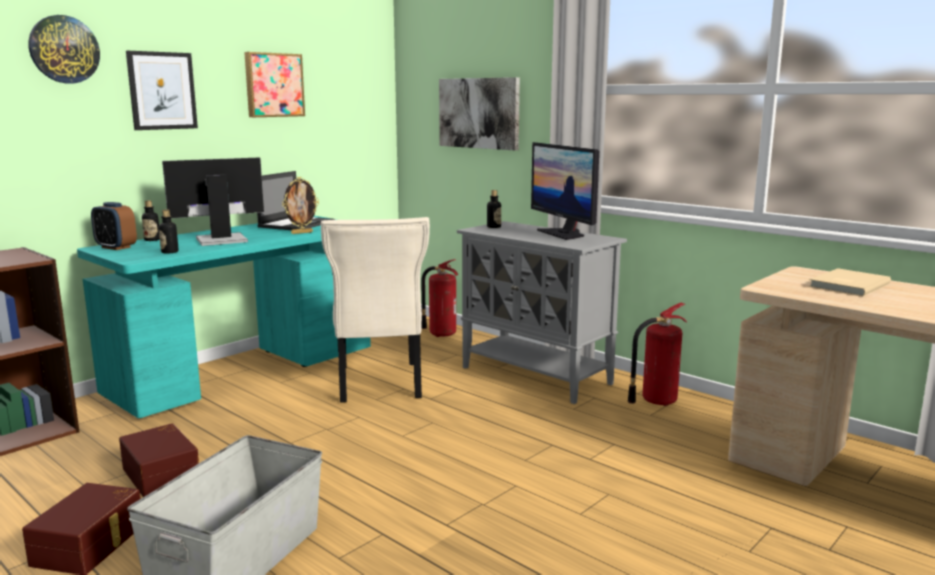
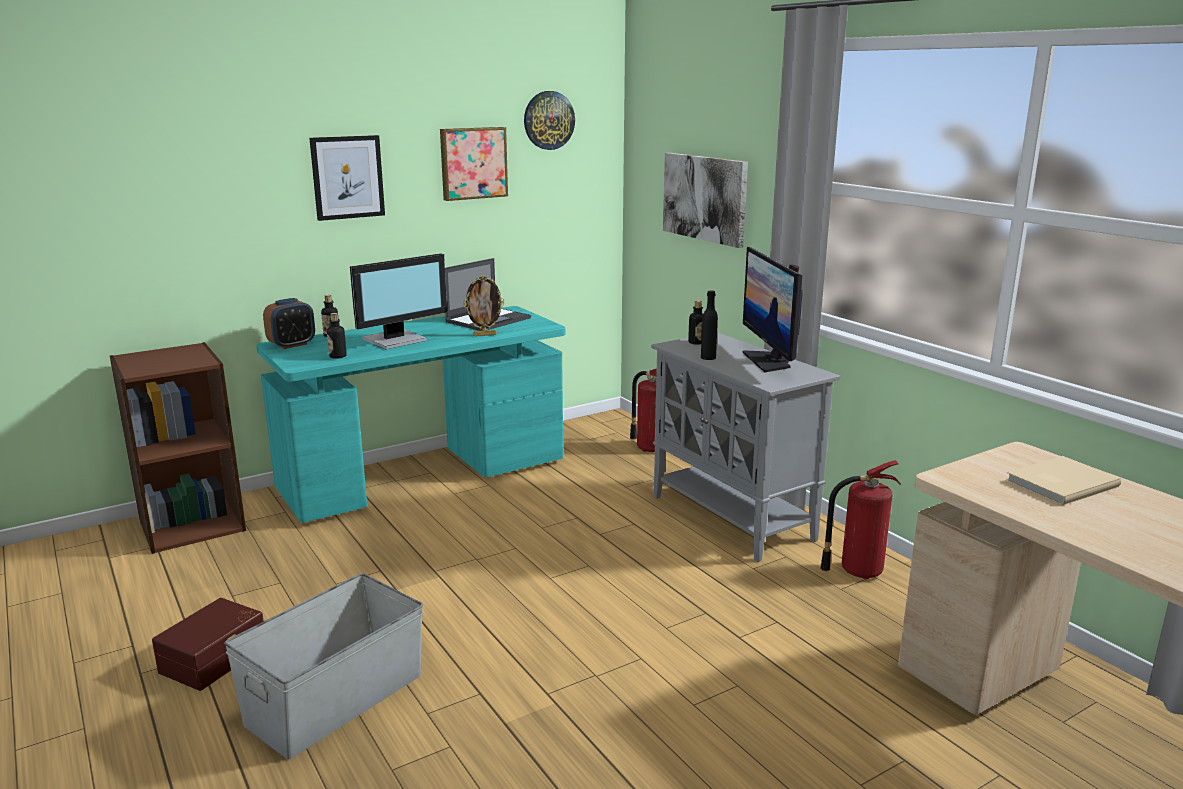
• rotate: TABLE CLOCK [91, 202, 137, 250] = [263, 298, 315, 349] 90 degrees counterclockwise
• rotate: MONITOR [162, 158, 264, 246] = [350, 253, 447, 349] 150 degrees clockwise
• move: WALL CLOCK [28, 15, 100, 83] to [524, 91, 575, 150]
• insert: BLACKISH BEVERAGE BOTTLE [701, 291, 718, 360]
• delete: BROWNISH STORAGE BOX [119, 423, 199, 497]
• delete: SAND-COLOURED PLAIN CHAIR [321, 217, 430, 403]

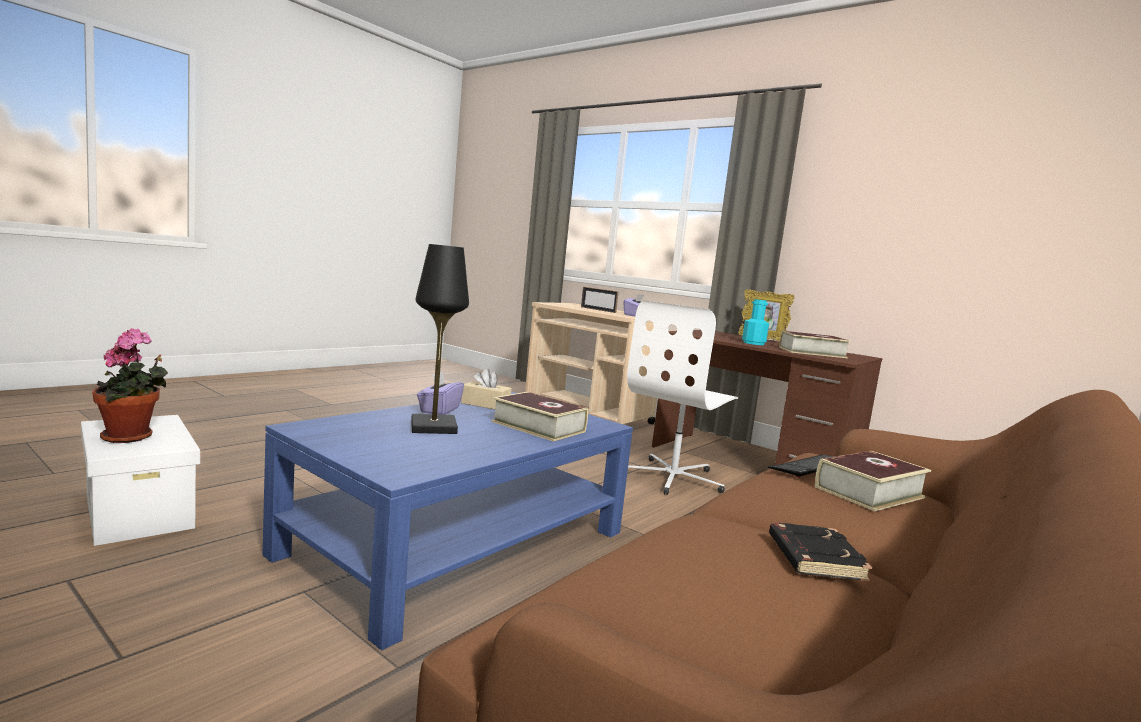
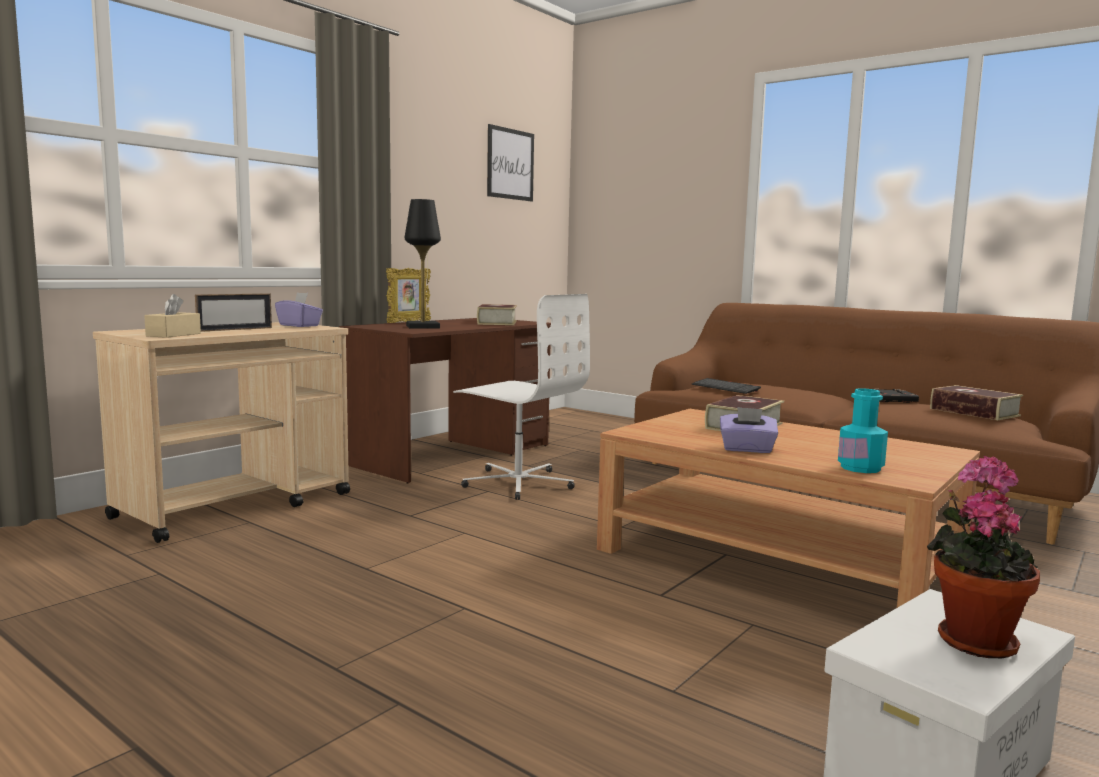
• move: SAND-COLOURED BOX OF TISSUES [461, 368, 512, 409] to [144, 294, 201, 338]
• move: BLACKISH TABLETOP LAMP [411, 244, 469, 434] to [405, 199, 441, 329]
• insert: WALL PICTURE [487, 124, 534, 201]
• recolor: BLUISH COFFEE TABLE [262, 392, 633, 650] to BROWNISH COFFEE TABLE [597, 409, 980, 608]
• move: TURQUOISE-COLOURED BEVERAGE BOTTLE [742, 299, 769, 345] to [838, 388, 888, 473]
• move: BOOK [815, 451, 931, 511] to [930, 385, 1023, 420]

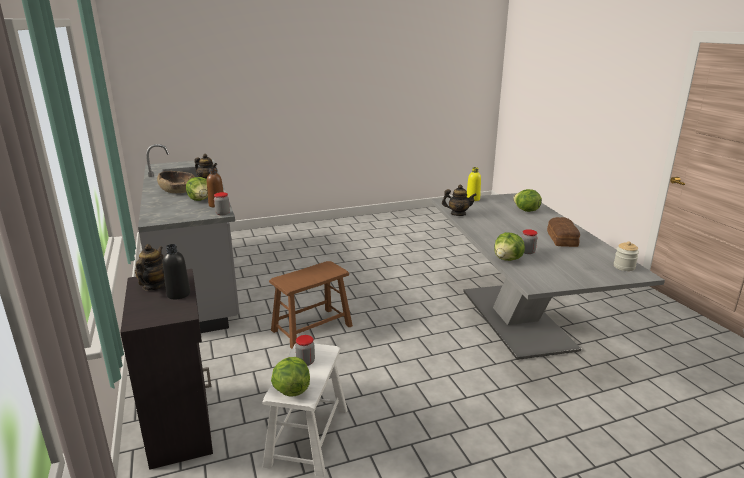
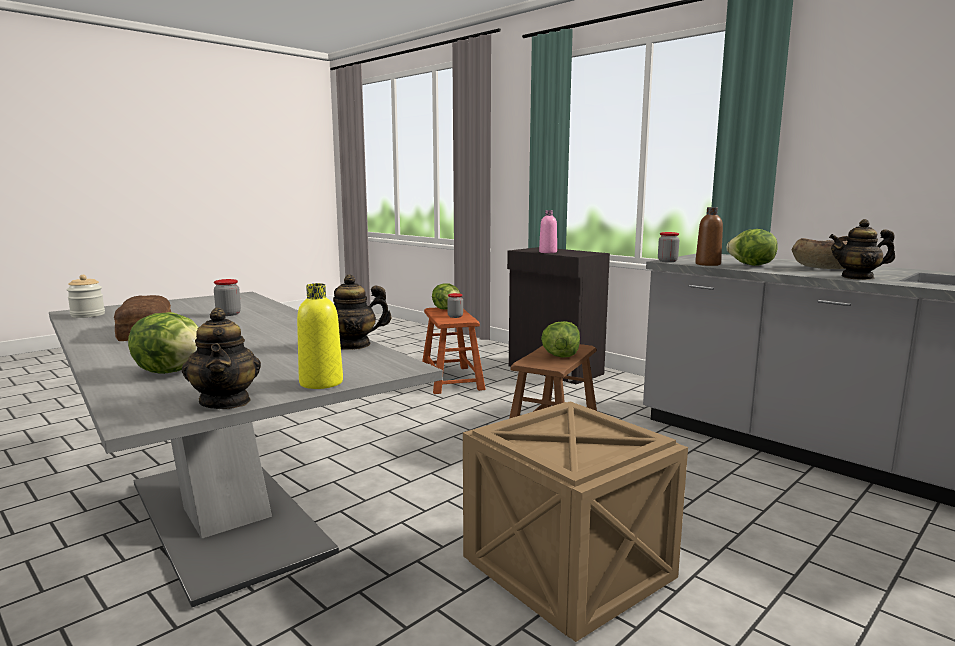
• move: TEA POT [135, 244, 165, 291] to [182, 308, 261, 409]
• recolor: WHITE-COLOURED STOOL SEAT [262, 344, 348, 477] to BROWNISH STOOL SEAT [422, 307, 486, 394]
• insert: CRATE [463, 401, 688, 642]
• recolor: BLACKISH BEVERAGE BOTTLE [163, 244, 190, 299] to PINK BEVERAGE BOTTLE [539, 210, 557, 253]
• move: LETTUCE [494, 232, 525, 261] to [541, 321, 580, 358]

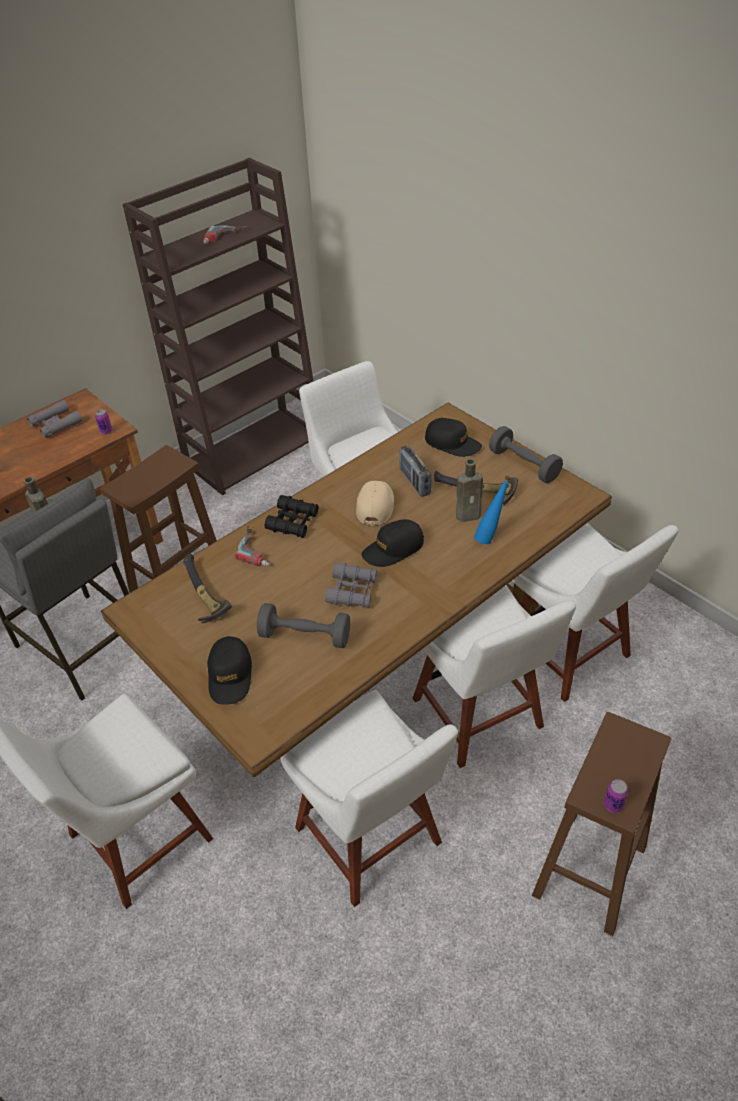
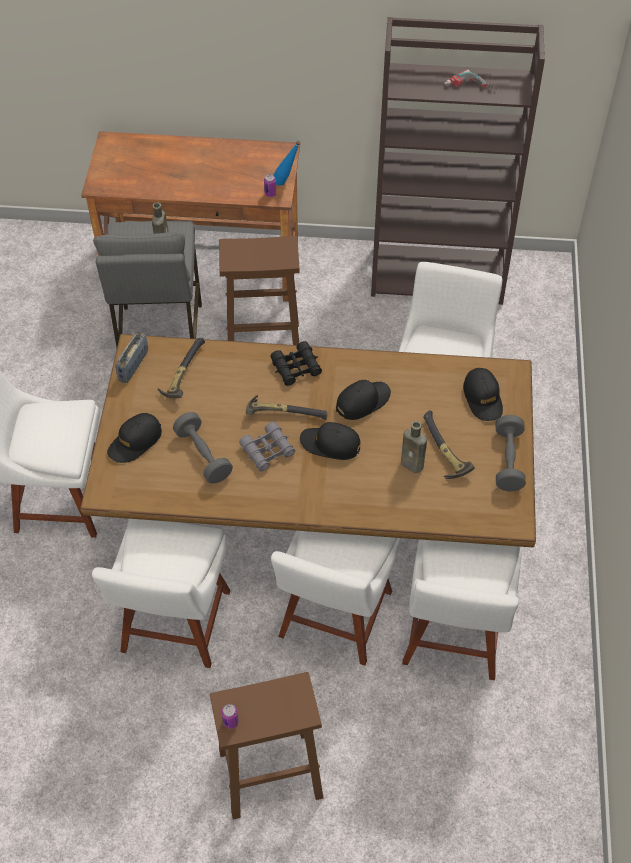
• move: RADIO RECEIVER [399, 445, 432, 497] to [115, 331, 148, 383]
• insert: HAMMER [246, 395, 327, 420]
• move: BLUISH BEVERAGE BOTTLE [474, 475, 511, 544] to [274, 141, 301, 186]
• recolor: SAND-COLOURED CAP [356, 481, 394, 526] to BLACKISH CAP [336, 380, 391, 420]
• delete: GRAY PAIR OF BINOCULARS [27, 400, 82, 438]
• delete: POWER DRILL [234, 526, 270, 567]

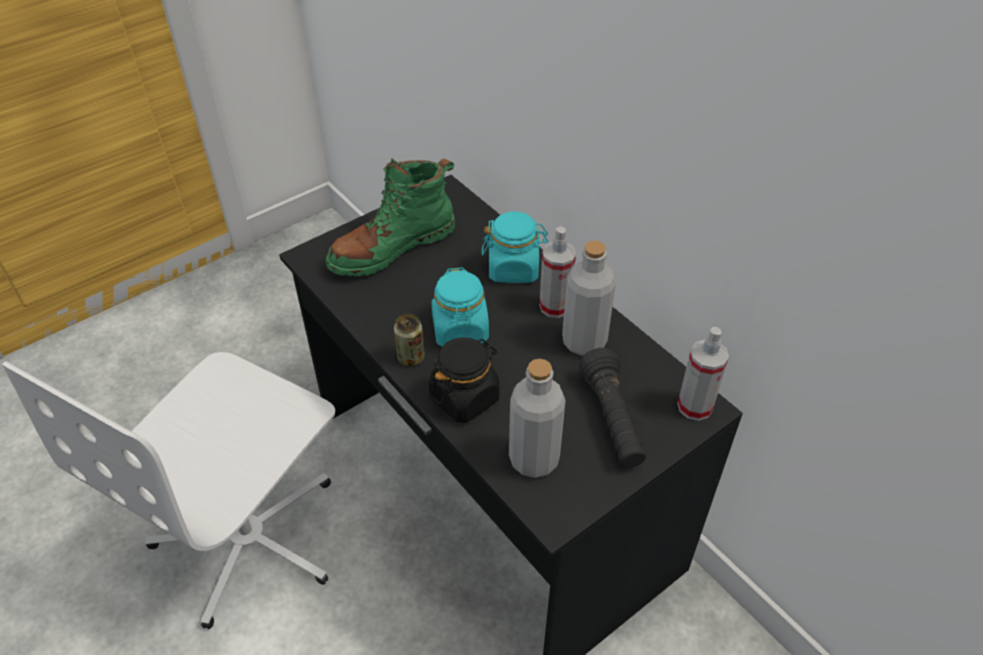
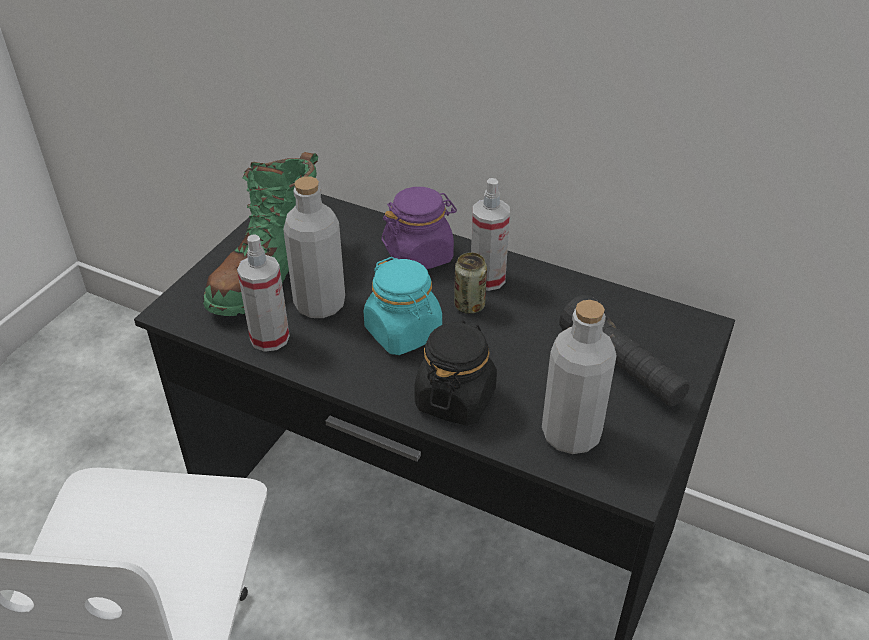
• move: SPRAYER [677, 327, 729, 421] to [237, 235, 290, 352]
• move: GRAY BEVERAGE BOTTLE [562, 241, 616, 356] to [283, 176, 345, 318]
• recolor: TURQUOISE-COLOURED JAR [482, 211, 548, 283] to PURPLISH JAR [381, 187, 457, 269]
• move: METAL CAN [394, 314, 425, 366] to [454, 252, 487, 314]

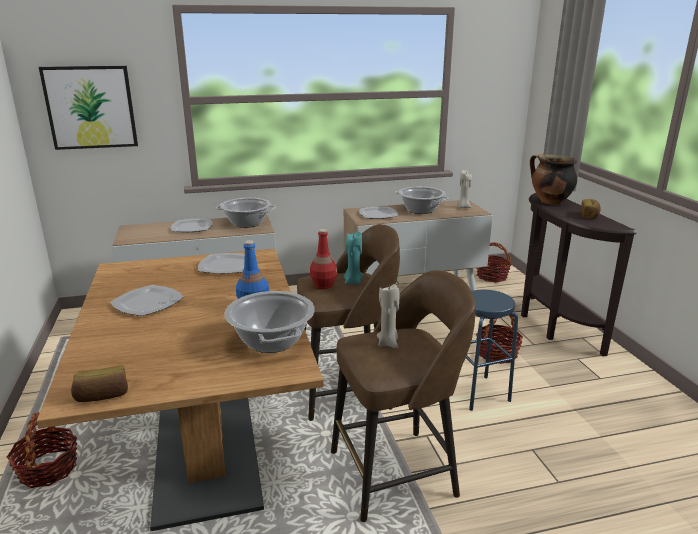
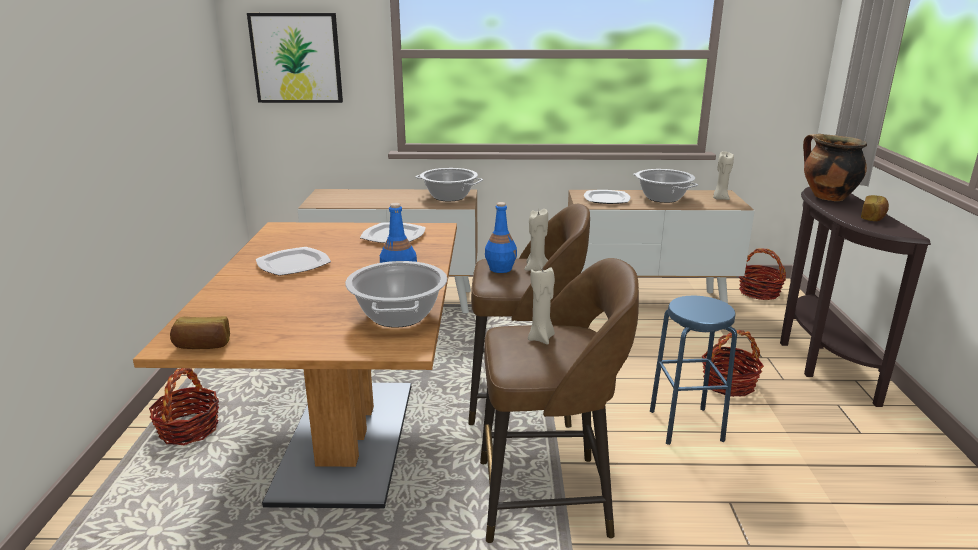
• recolor: REDDISH BEVERAGE BOTTLE [310, 229, 337, 289] to BLUISH BEVERAGE BOTTLE [485, 202, 517, 273]
• recolor: TURQUOISE-COLOURED WAX LIGHT [344, 231, 364, 285] to SAND-COLOURED WAX LIGHT [524, 209, 548, 271]
• delete: PLATE [171, 219, 213, 232]

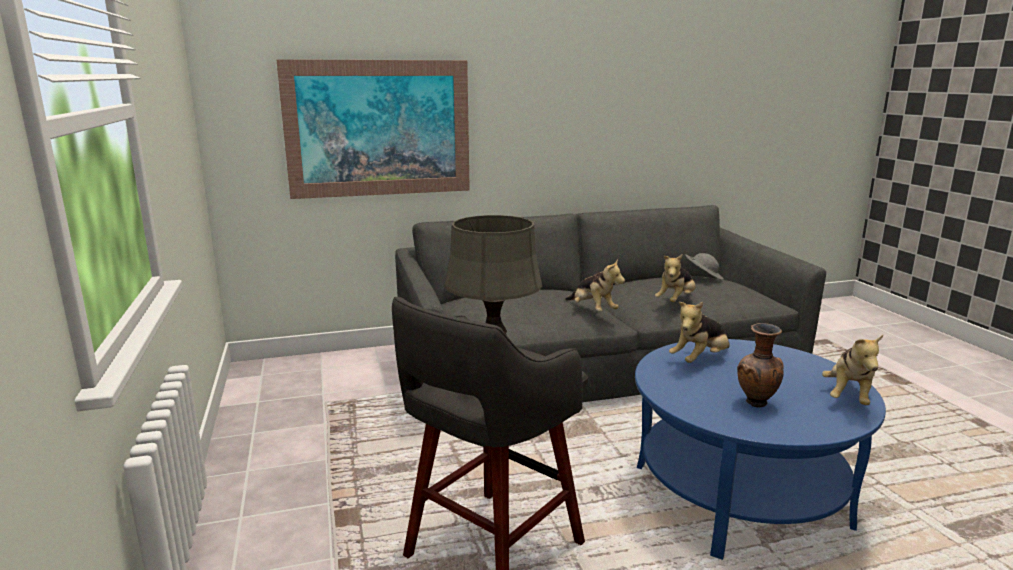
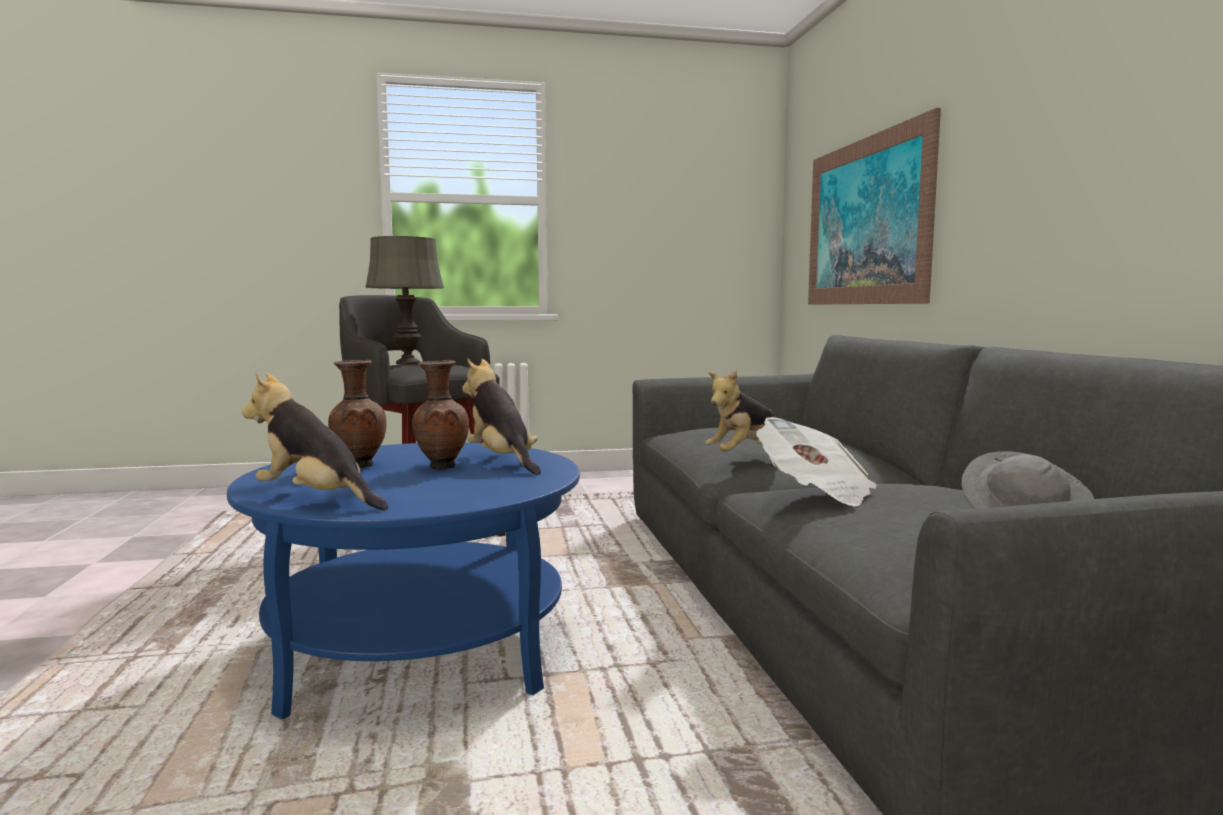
• insert: BROWNISH FLOWER VASE [412, 360, 469, 470]
• replace: CUDDLY TOY [655, 255, 696, 302] to NEWSPAPER [756, 417, 877, 507]

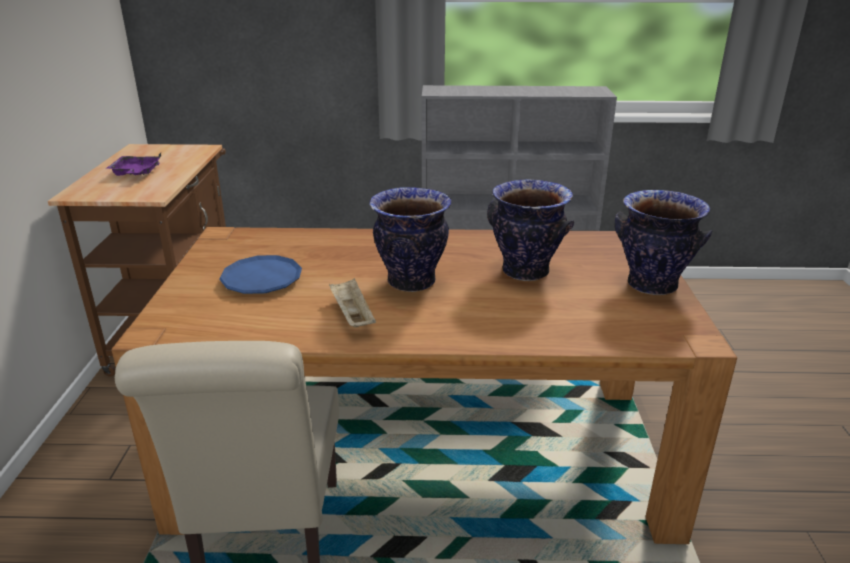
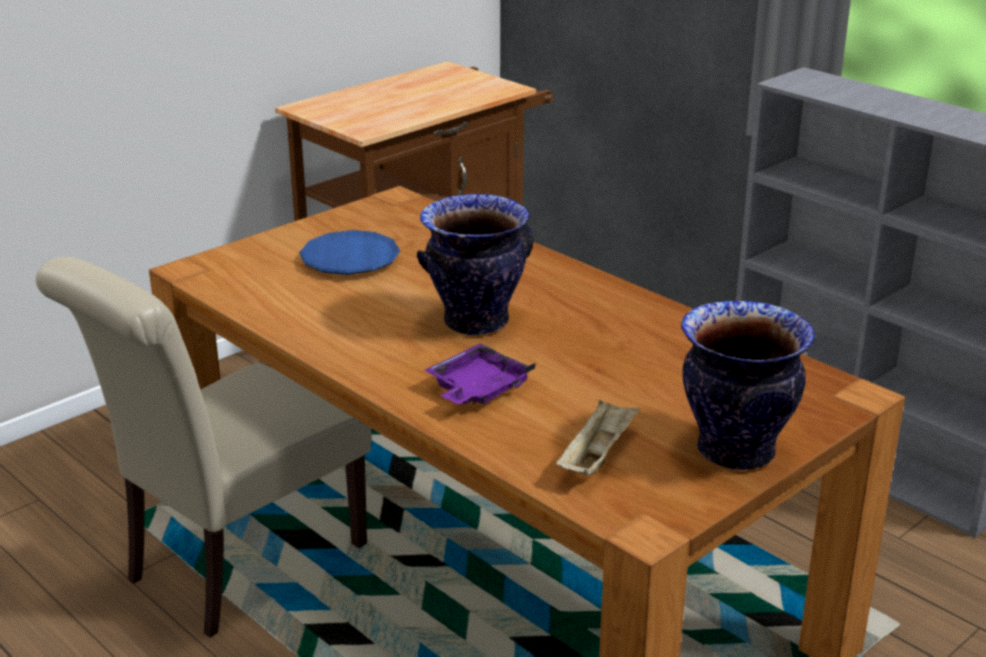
• move: PURPLISH CARRYING TRAY [106, 153, 161, 176] to [424, 343, 535, 404]
• move: SAND-COLOURED CARRYING TRAY [329, 278, 376, 327] to [556, 399, 641, 475]
• delete: FLOWER VASE [487, 179, 574, 281]

